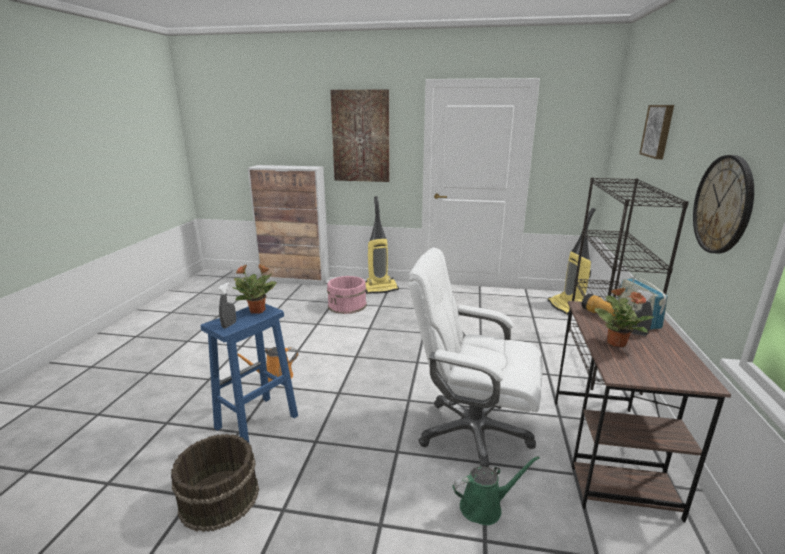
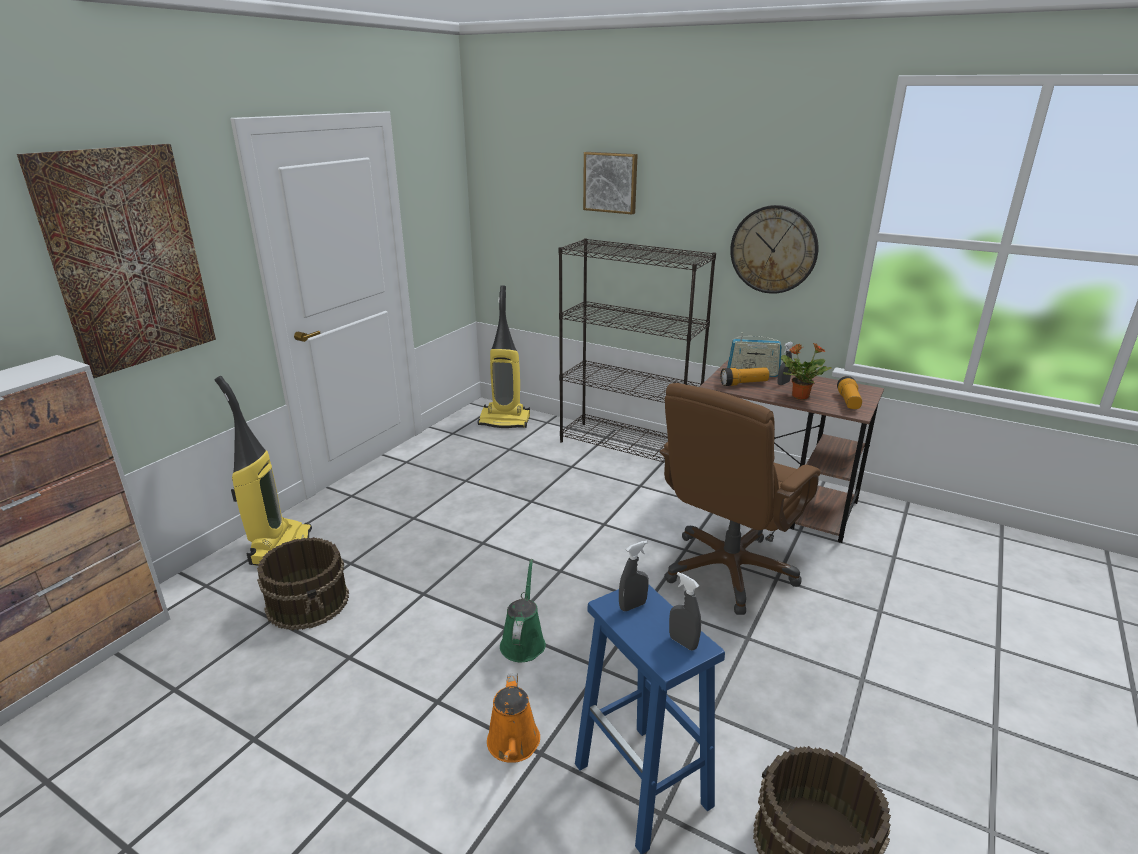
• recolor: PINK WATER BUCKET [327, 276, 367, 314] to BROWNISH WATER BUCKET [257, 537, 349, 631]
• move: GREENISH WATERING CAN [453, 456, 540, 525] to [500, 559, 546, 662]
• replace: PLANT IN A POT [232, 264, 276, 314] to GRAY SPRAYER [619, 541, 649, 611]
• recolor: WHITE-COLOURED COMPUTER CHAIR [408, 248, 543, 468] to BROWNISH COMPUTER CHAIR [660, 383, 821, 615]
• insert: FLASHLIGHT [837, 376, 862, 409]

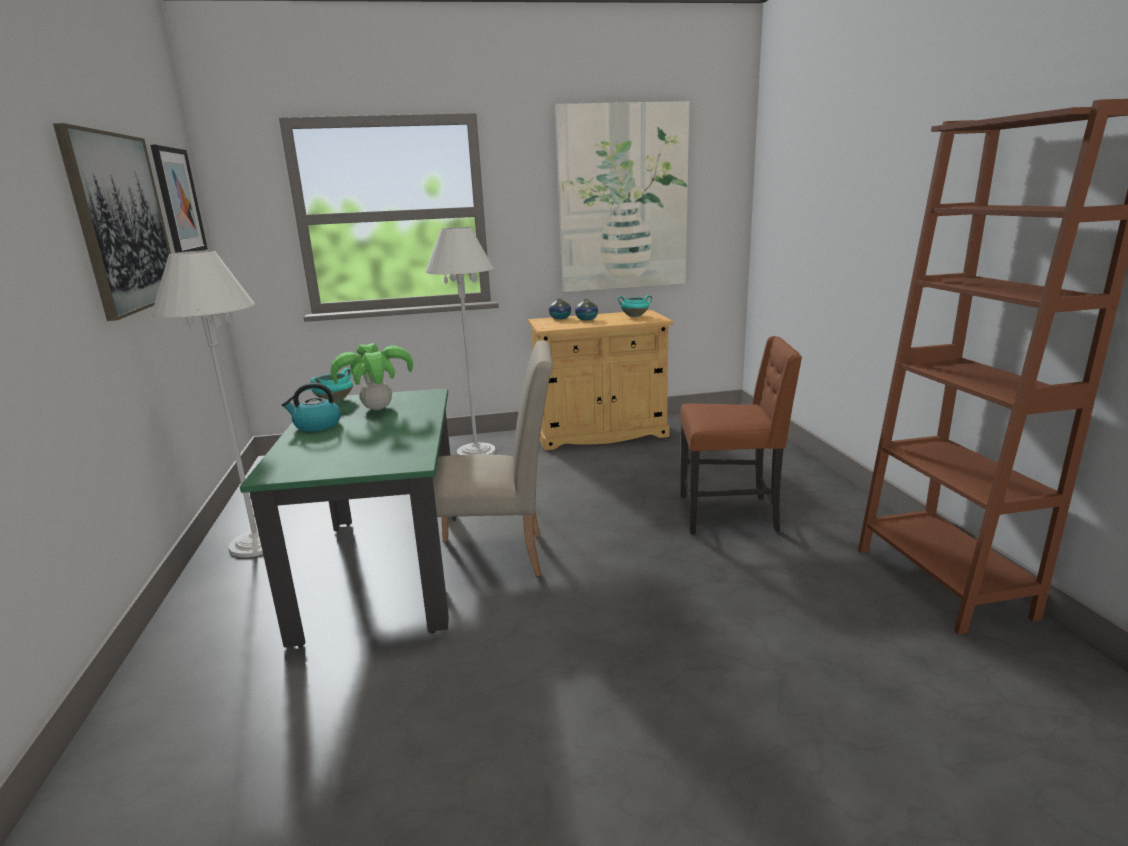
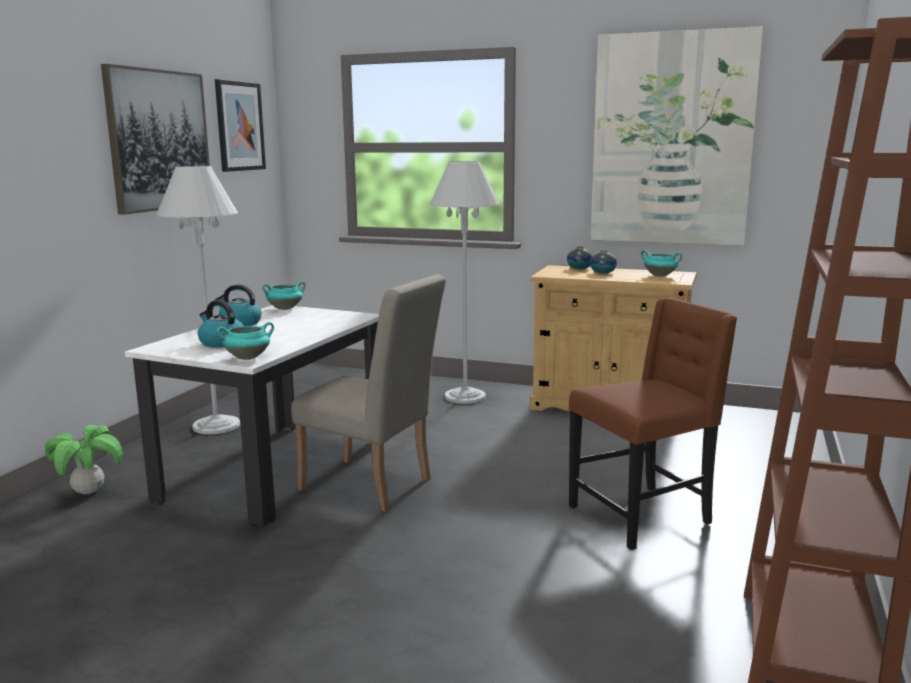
• move: PLANT IN A POT [330, 343, 413, 410] to [45, 425, 123, 495]
• recolor: GREENISH DINNER TABLE [240, 388, 456, 647] to WHITE-COLOURED DINNER TABLE [125, 305, 379, 527]
• insert: TEA KETTLE [198, 300, 244, 348]
• insert: TURQUOISE-COLOURED COOKING POT [217, 322, 274, 360]
• rotate: BROWNISH PLAIN CHAIR [680, 336, 802, 534] = [569, 298, 737, 550] 60 degrees counterclockwise

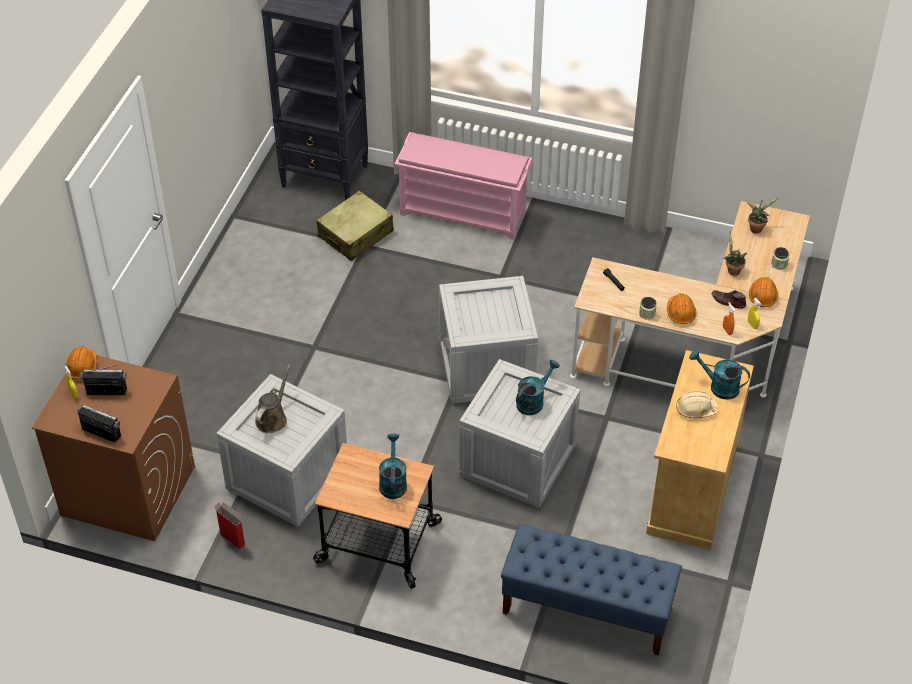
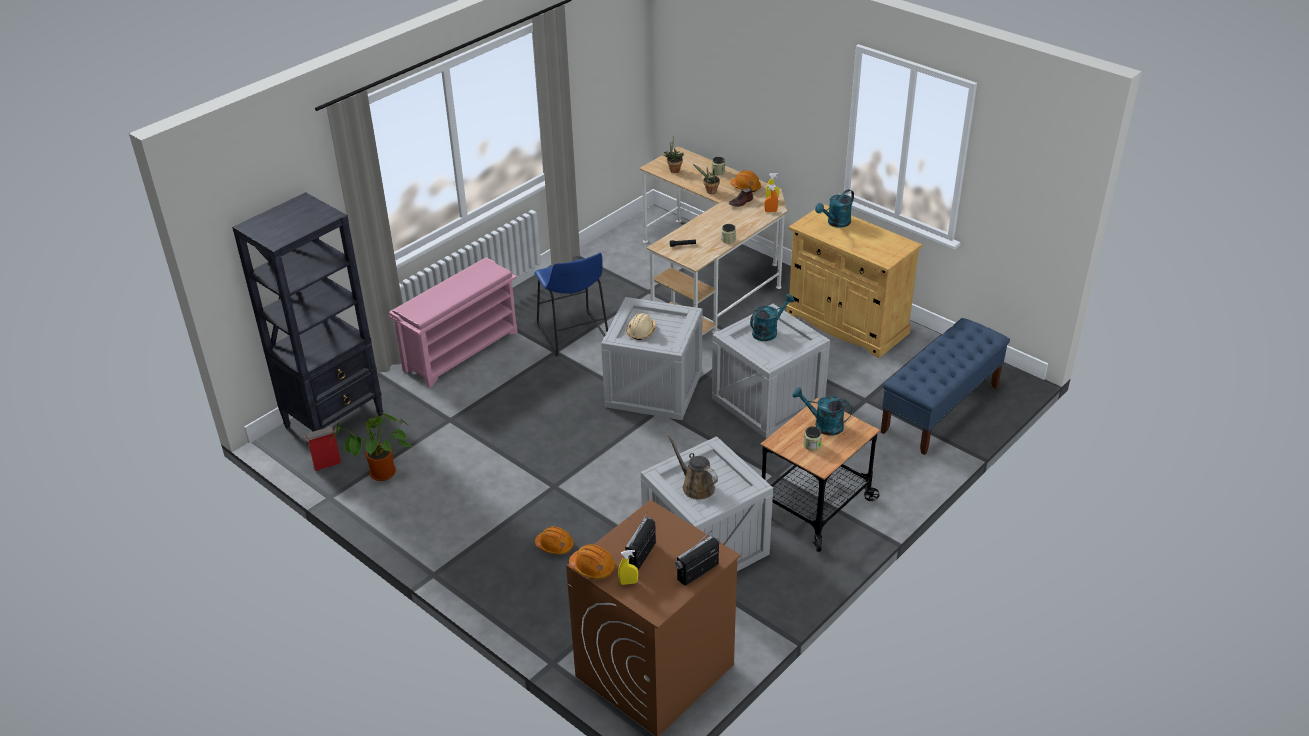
• move: CARDBOARD BOX [214, 502, 245, 549] to [304, 426, 341, 471]
• insert: PLANT IN A POT [331, 413, 412, 481]
• insert: BLUISH STOOL SEAT [534, 253, 608, 357]
• move: ORANGE HARD HAT [667, 293, 696, 324] to [535, 526, 574, 555]
• move: SAND-COLOURED HARD HAT [676, 391, 718, 418] to [626, 313, 656, 340]
• rotate: TURQUOISE-COLOURED WATERING CAN [516, 360, 560, 415] = [750, 294, 795, 341] 75 degrees clockwise
• insert: JAR [804, 426, 822, 451]
• delete: SAND-COLOURED PIECE OF LUGGAGE [317, 191, 394, 261]

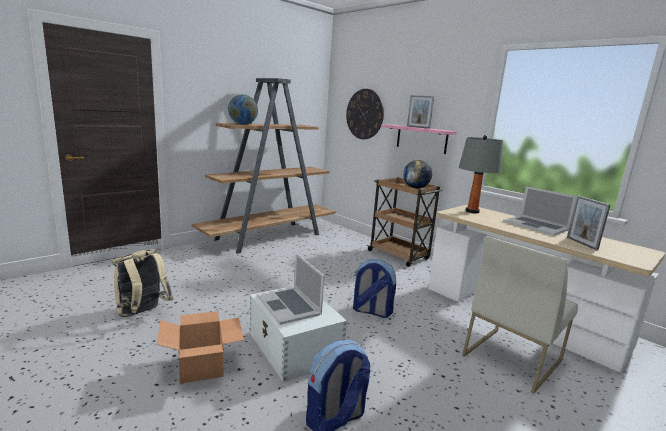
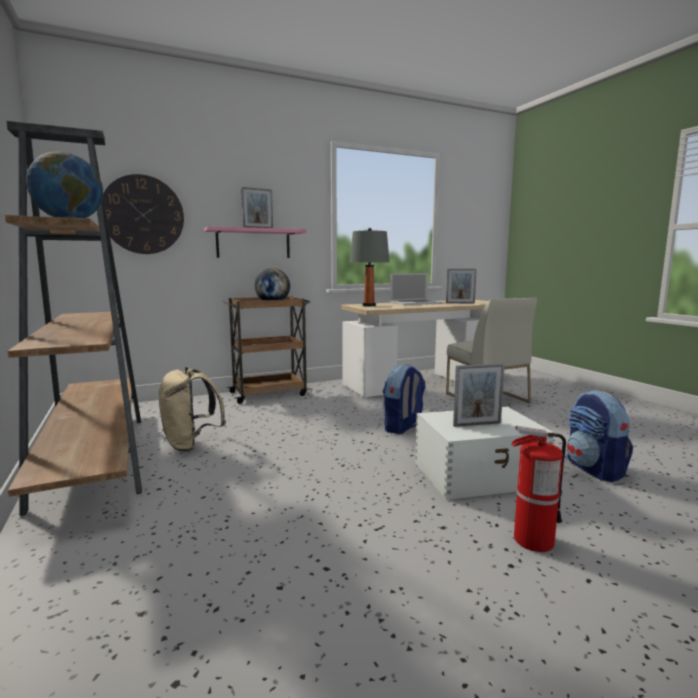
• move: SAND-COLOURED RUCKSACK [112, 249, 173, 317] to [159, 367, 226, 452]
• replace: LAPTOP [257, 253, 324, 325] to STANDING FRAME [453, 363, 505, 427]
• replace: CARDBOARD BOX [157, 311, 244, 384] to FIRE-FIGHTING CYLINDER [511, 426, 566, 552]

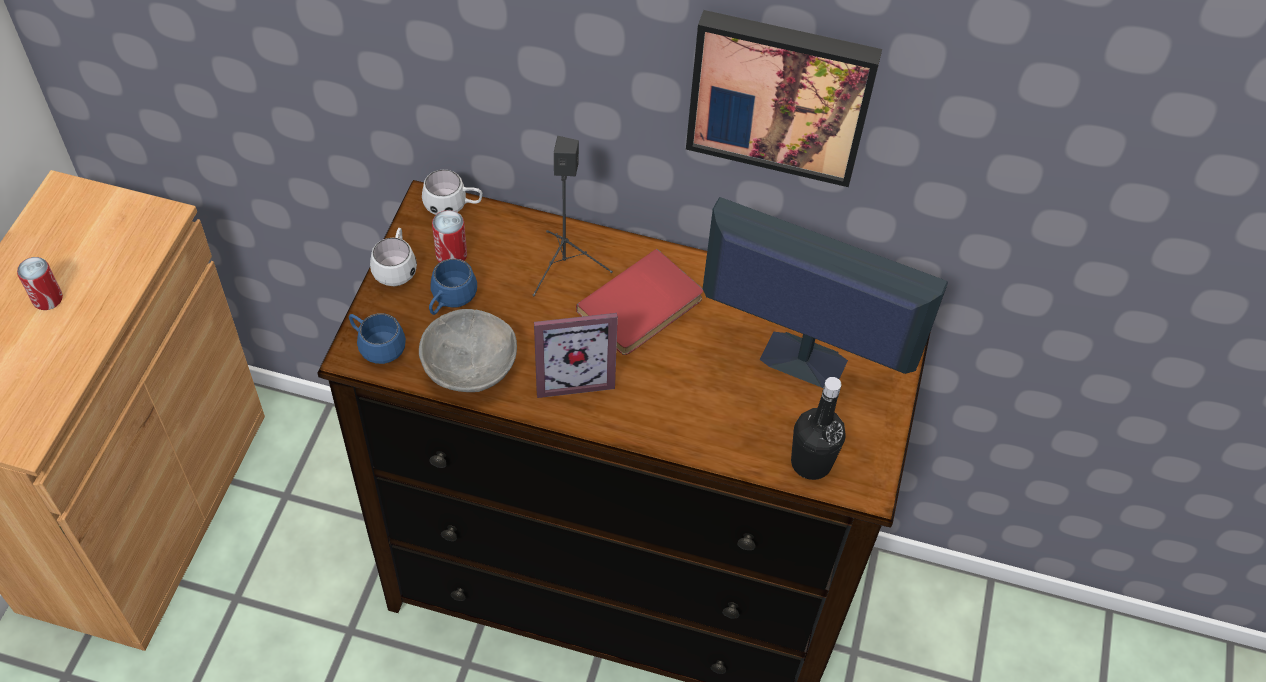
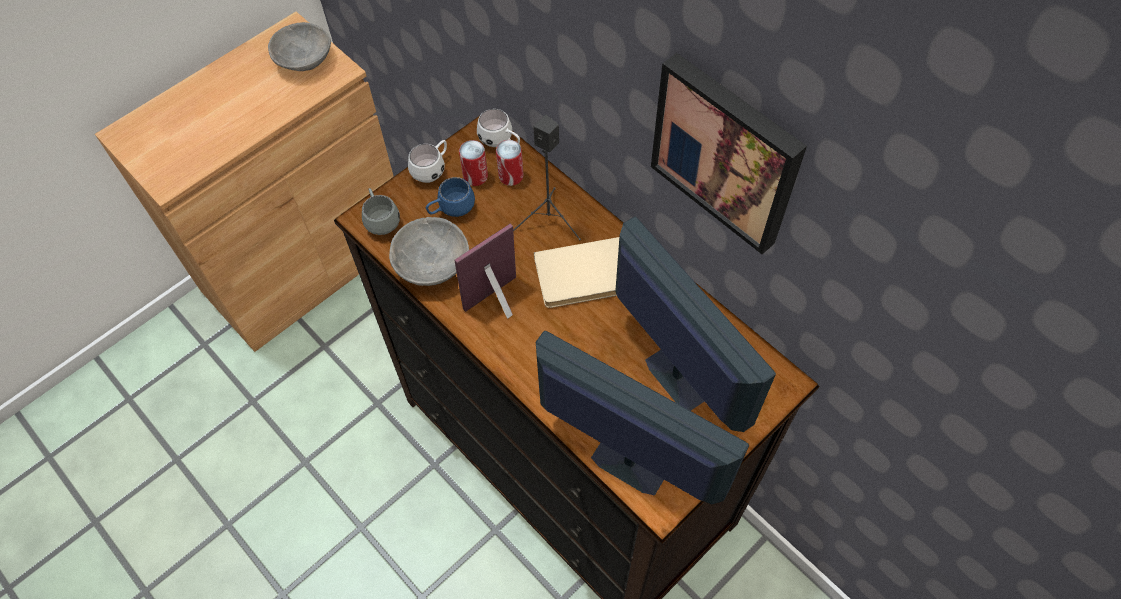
• insert: GRAY BOWL [268, 22, 331, 71]
• recolor: BLUISH TEA MUG [349, 313, 406, 364] to GRAY TEA MUG [362, 188, 400, 235]
• rotate: STANDING FRAME [534, 313, 618, 398] = [454, 224, 516, 319] 120 degrees clockwise
• move: METAL CAN [17, 257, 63, 310] to [496, 140, 524, 186]
• recolor: REDDISH BOOK [576, 249, 703, 355] to SAND-COLOURED BOOK [534, 237, 619, 308]
• replace: BLACKISH BEVERAGE BOTTLE [791, 377, 846, 480] to MONITOR [536, 331, 749, 504]

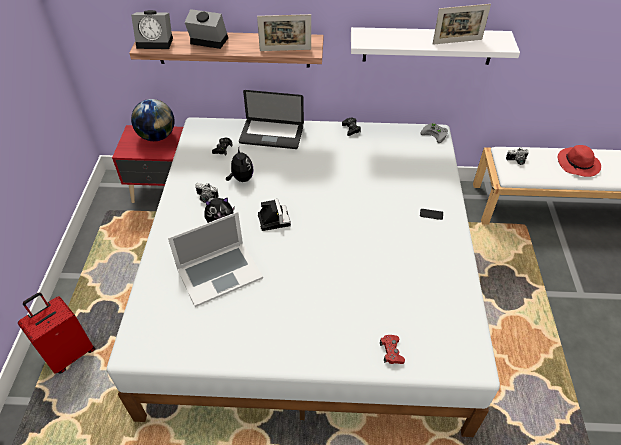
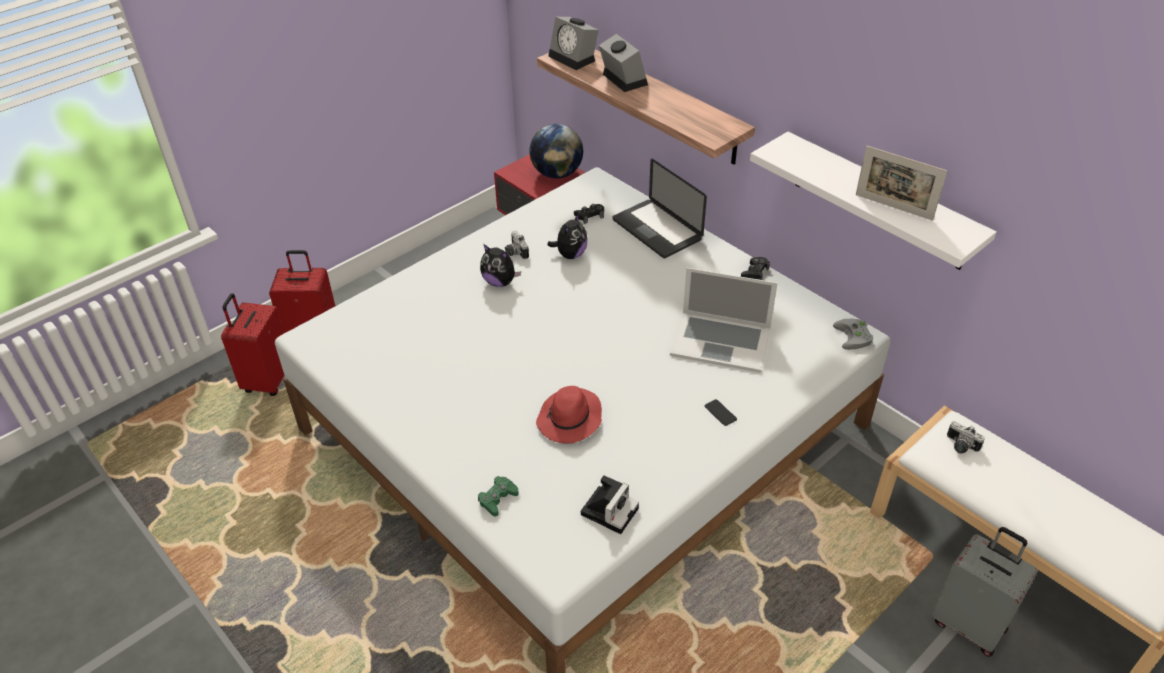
• insert: REDDISH PIECE OF LUGGAGE [221, 293, 285, 396]
• recolor: REDDISH GAME CONTROLLER [380, 335, 405, 364] to GREENISH GAME CONTROLLER [478, 476, 519, 516]
• move: REDDISH WEARABLE HAT [558, 145, 601, 177] to [536, 386, 602, 444]
• move: PHOTO CAMERA [258, 199, 291, 231] to [581, 475, 639, 534]
• move: LAPTOP [168, 212, 263, 307] to [670, 268, 778, 373]
• insert: GRAY PIECE OF LUGGAGE [932, 527, 1038, 657]
• delete: STANDING FRAME [257, 14, 311, 51]

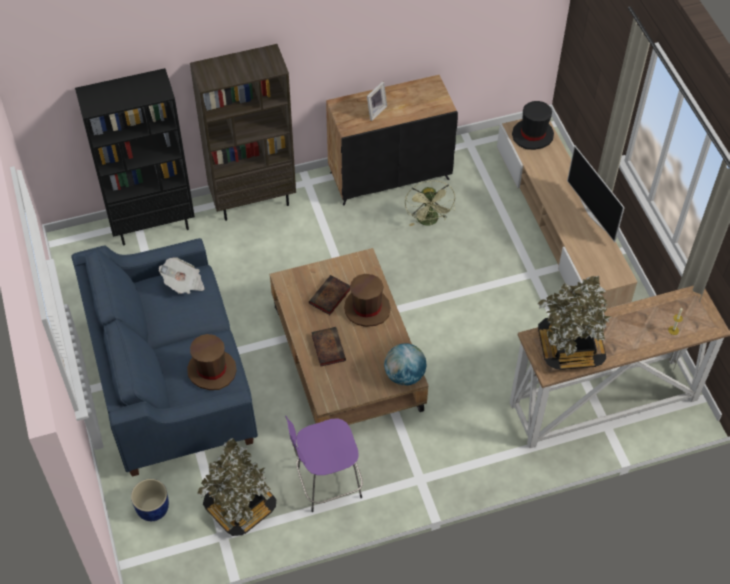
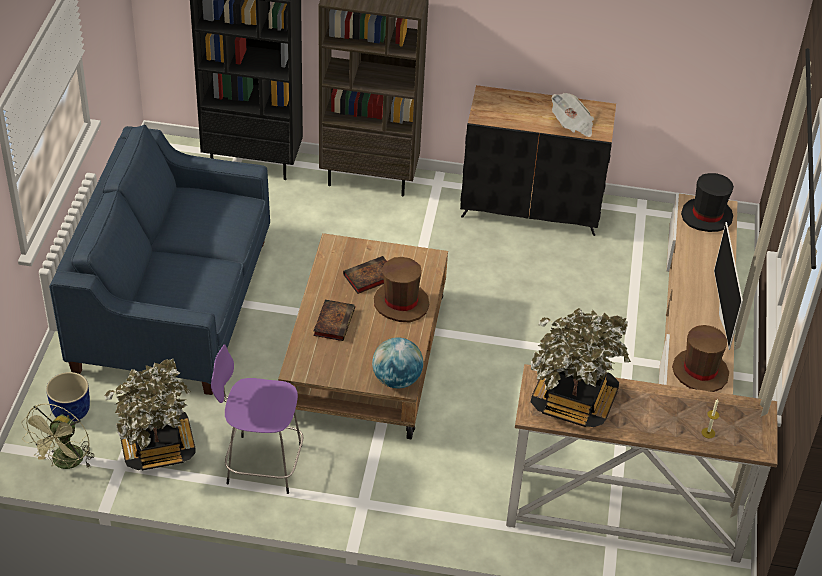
• move: GREENISH COOLING FAN [405, 180, 455, 226] to [21, 404, 95, 469]
• move: NEWSPAPER [159, 257, 205, 294] to [552, 93, 594, 137]
• move: BROWNISH WEARABLE HAT [187, 334, 237, 390] to [672, 325, 729, 392]
• delete: STANDING FRAME [367, 81, 387, 121]

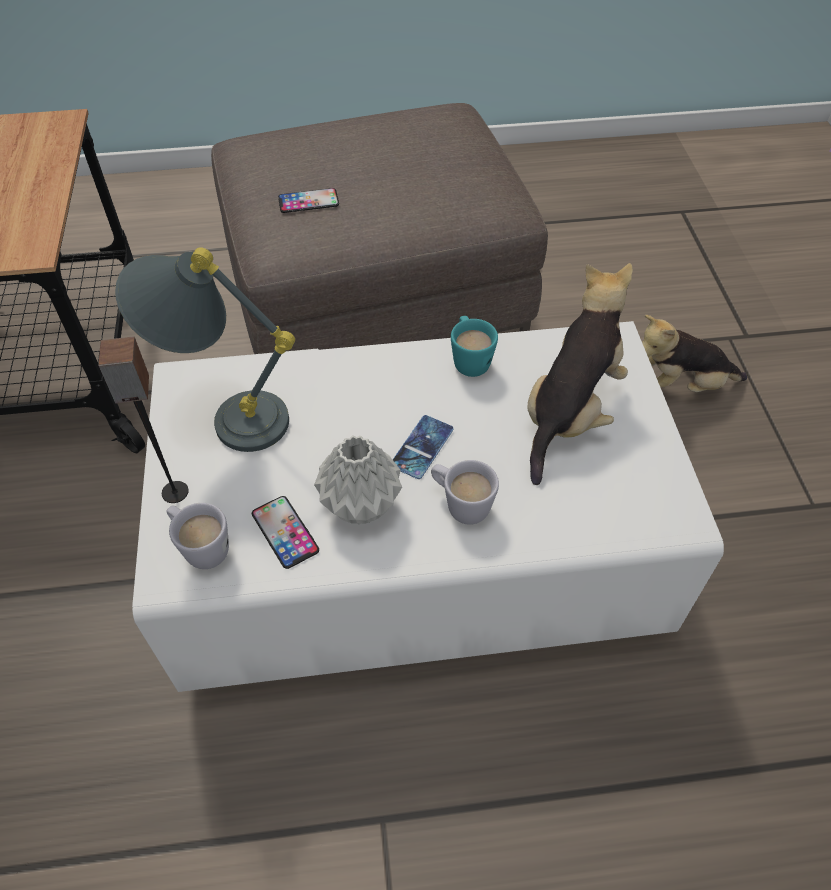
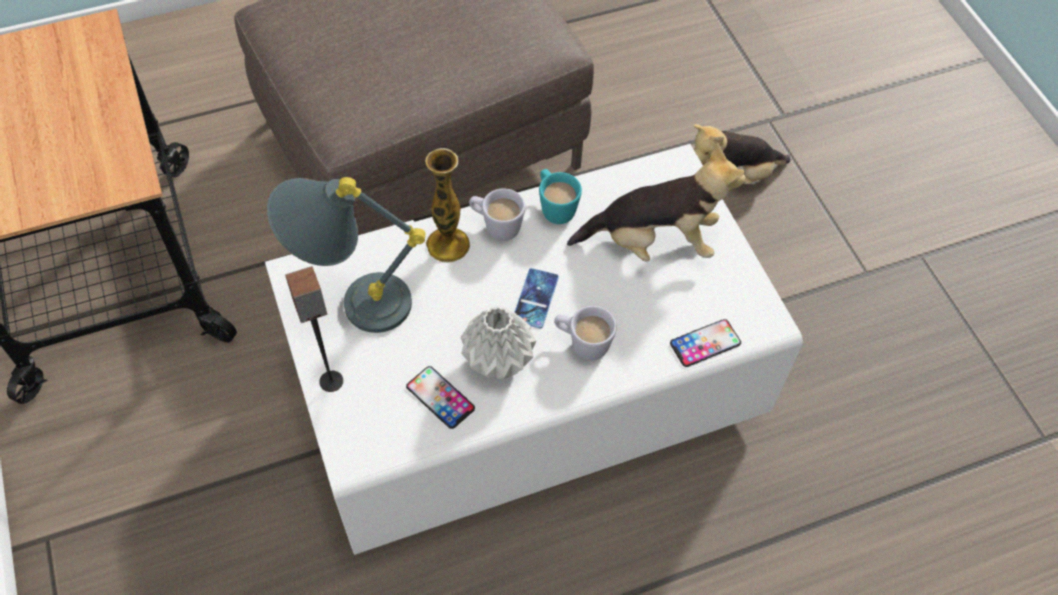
• insert: FLOWER VASE [425, 148, 470, 263]
• move: WHITE-COLOURED TEA MUG [166, 503, 229, 569] to [469, 188, 525, 241]
• rotate: CUDDLY TOY [527, 263, 633, 485] = [567, 143, 746, 262] 75 degrees clockwise
• move: HANDSET [278, 188, 339, 213] to [670, 319, 741, 367]

